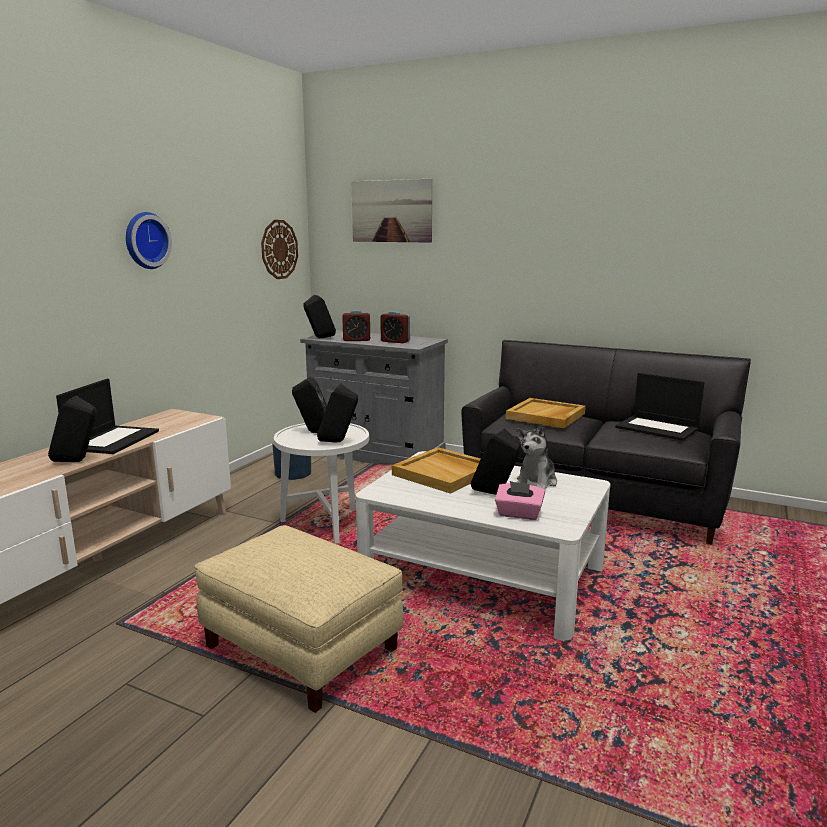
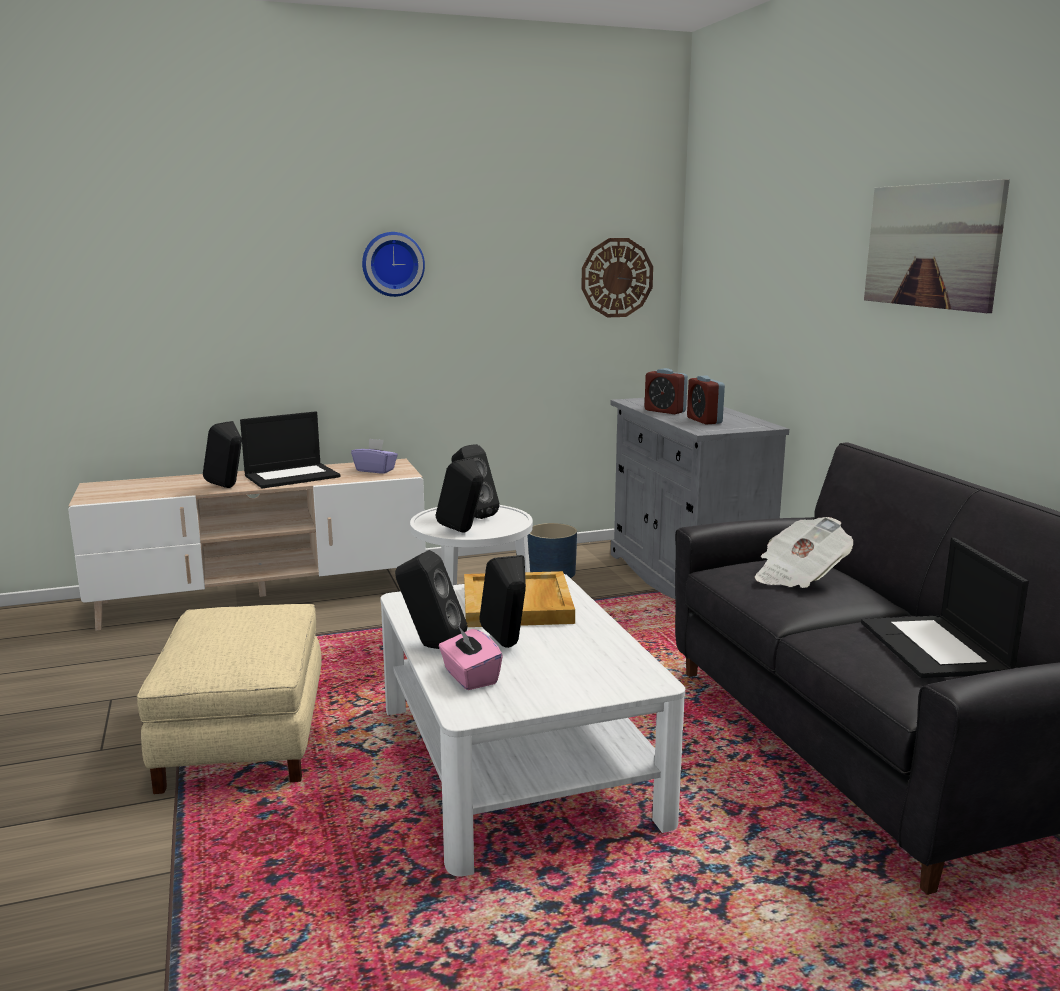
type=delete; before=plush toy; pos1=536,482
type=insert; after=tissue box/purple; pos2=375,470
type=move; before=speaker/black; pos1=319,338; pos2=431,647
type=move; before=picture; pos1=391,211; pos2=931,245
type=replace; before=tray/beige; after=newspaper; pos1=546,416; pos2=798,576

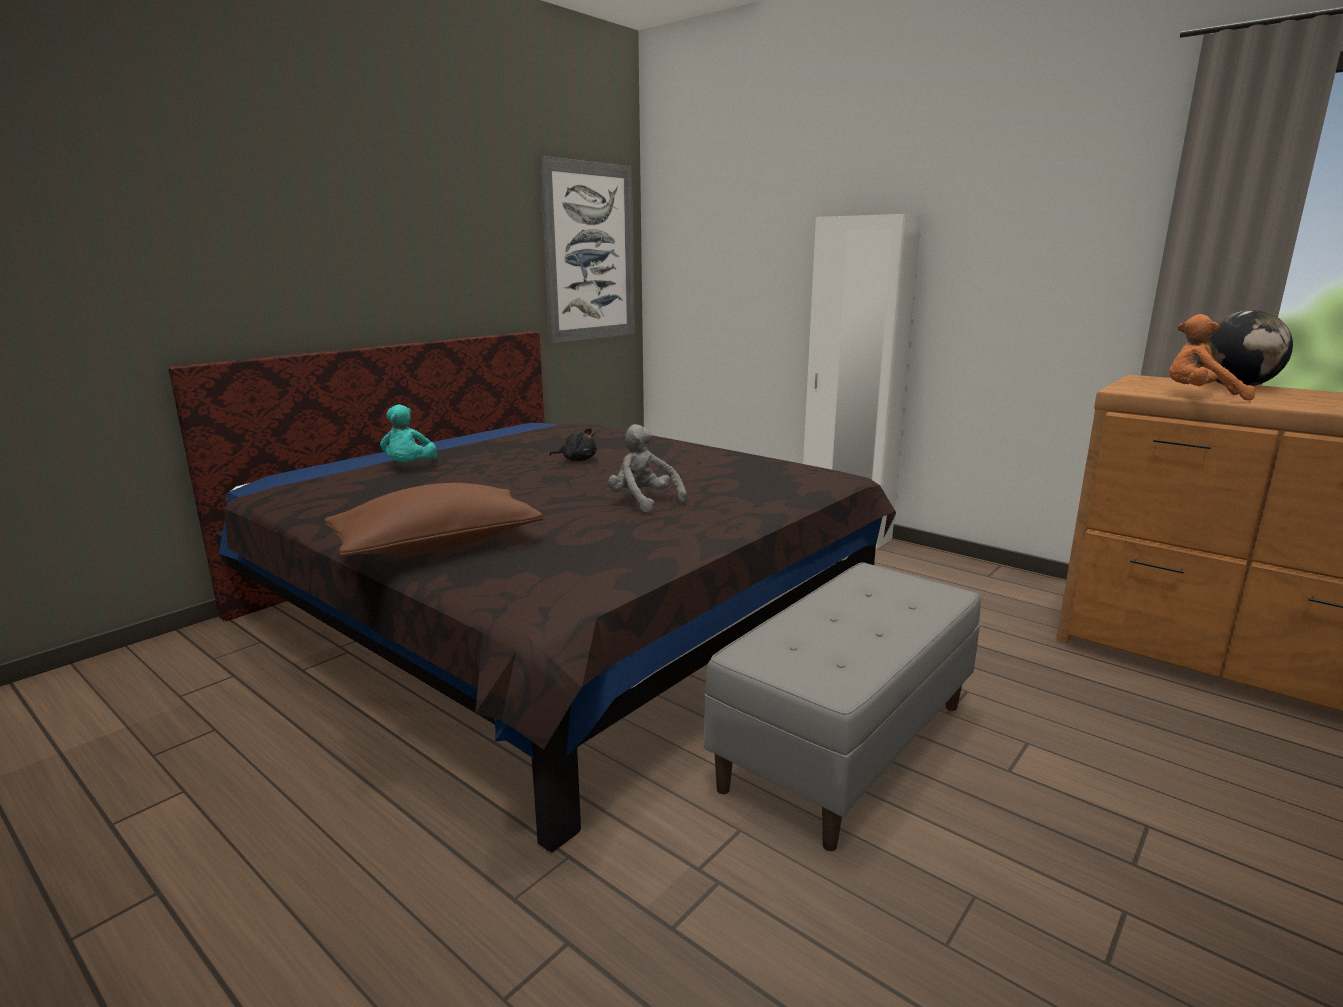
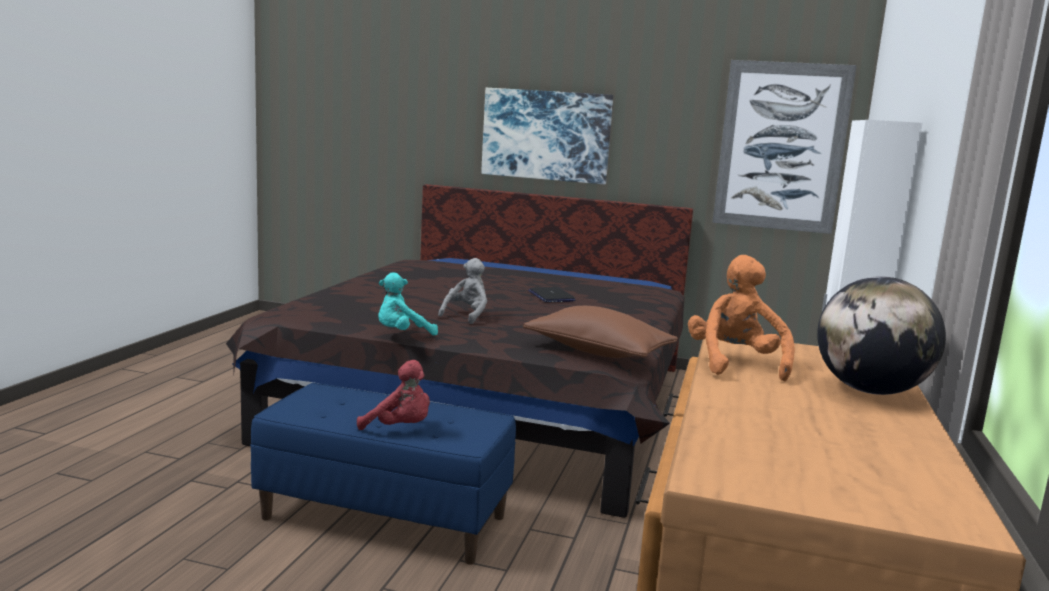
type=insert; after=plush toy/red; pos2=400,428
type=insert; after=picture; pos2=546,135
type=move; before=pillow/brown; pos1=437,546; pos2=598,352
type=move; before=plush toy/turquoise; pos1=409,467; pos2=402,334
type=replace; before=plush toy/black; after=laptop; pos1=577,460; pos2=551,296
type=recolor; before=bench/grey; after=bench/blue; pos1=845,744; pos2=386,517

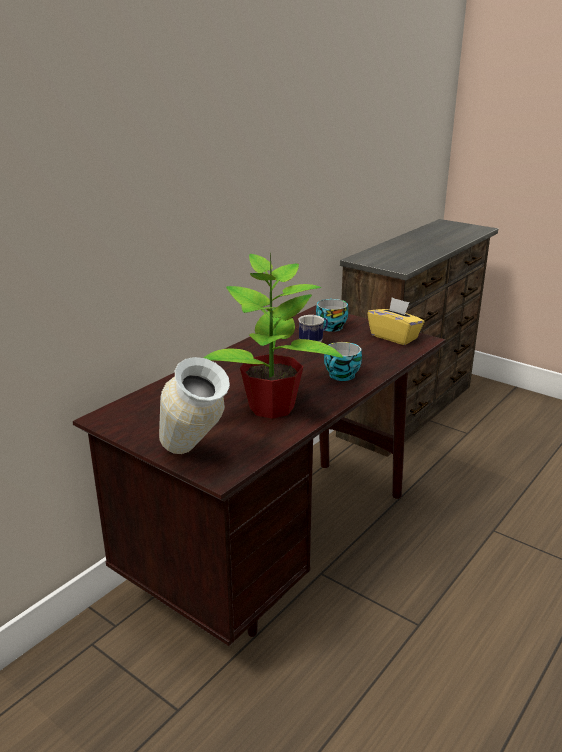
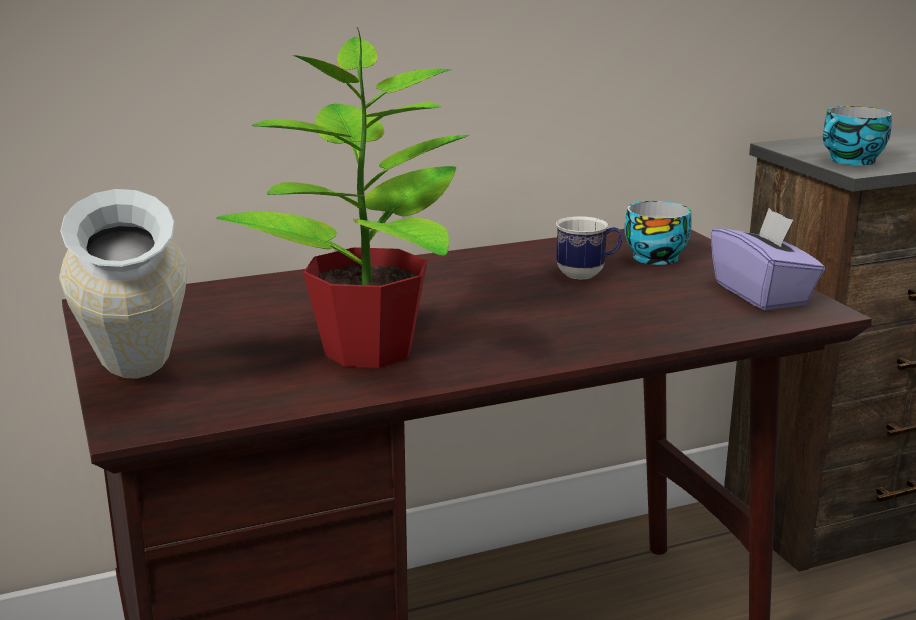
type=move; before=cup; pos1=342,376; pos2=851,161
type=recolor; before=tissue box/yellow; after=tissue box/purple; pos1=394,337; pos2=762,294

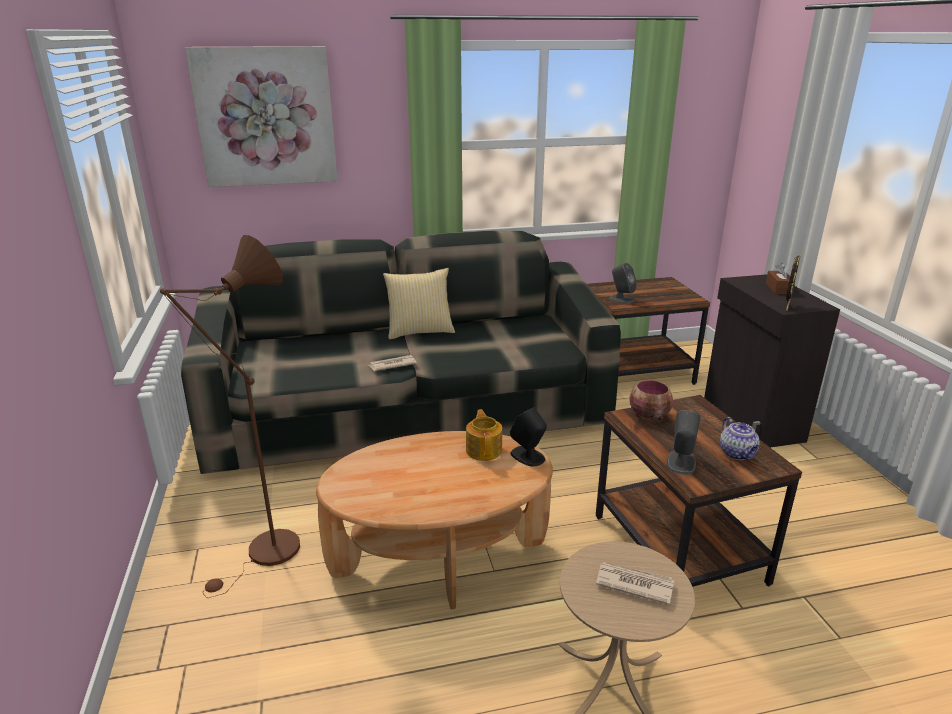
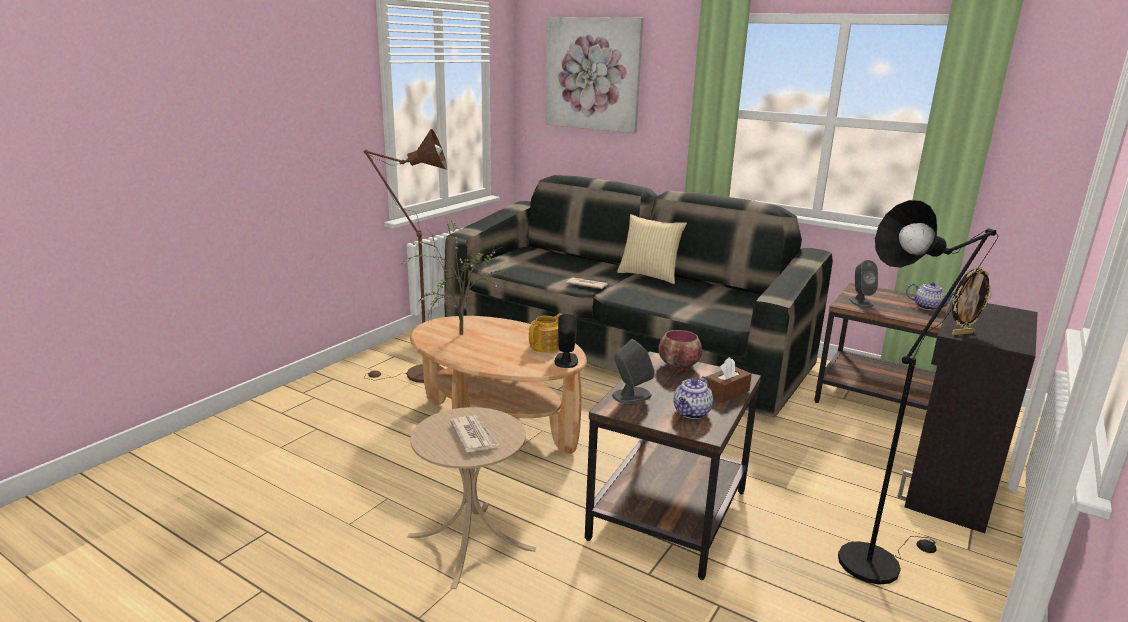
type=insert; after=potted plant; pos2=458,333
type=insert; after=floor lamp/black; pos2=875,559
type=insert; after=teapot; pos2=928,307
type=move; before=tissue box/brown; pos1=778,288; pos2=726,392

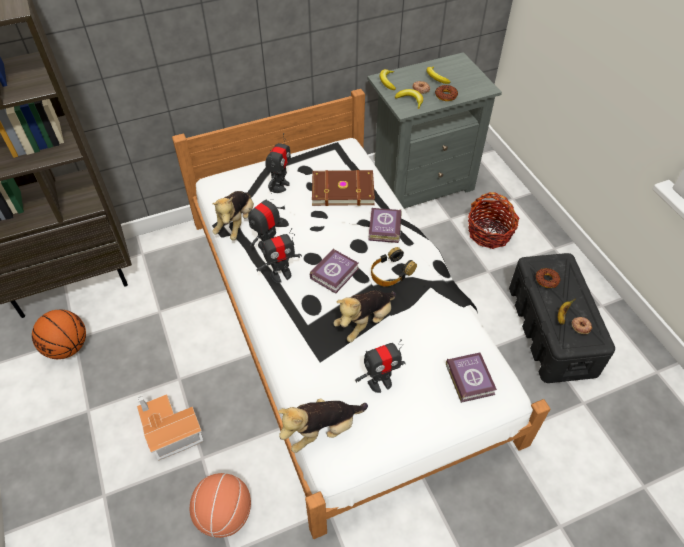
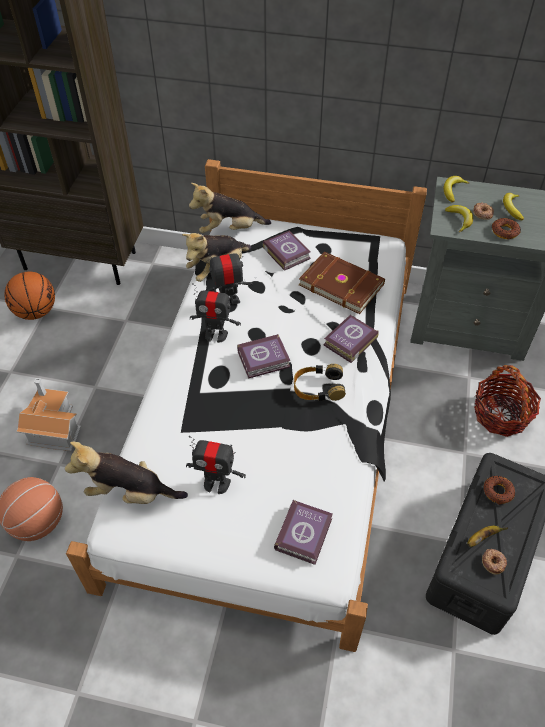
type=move; before=plush toy; pos1=365,322; pos2=229,229
type=replace; before=toy robot; after=book; pos1=280,185; pos2=286,252

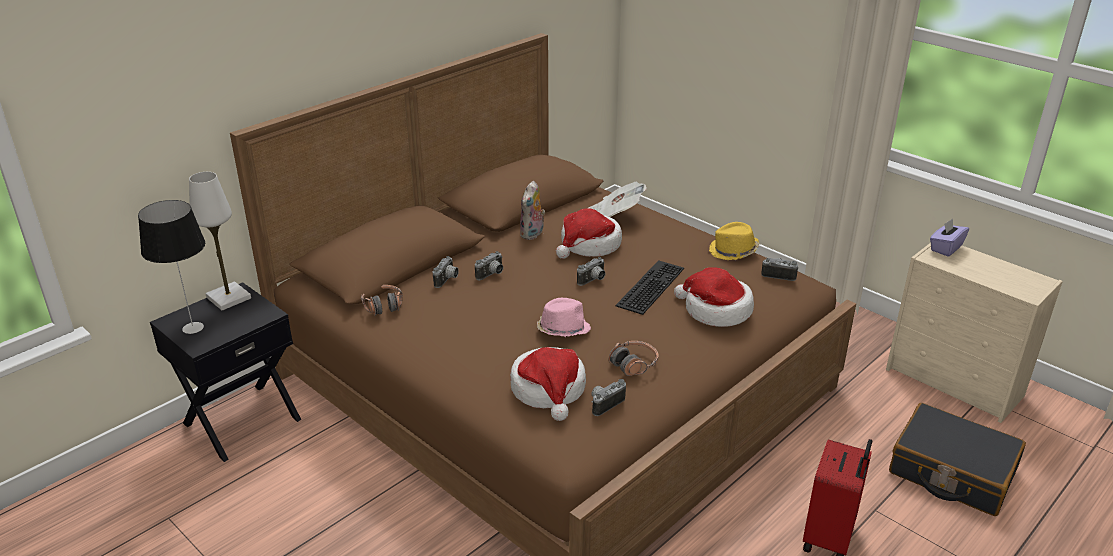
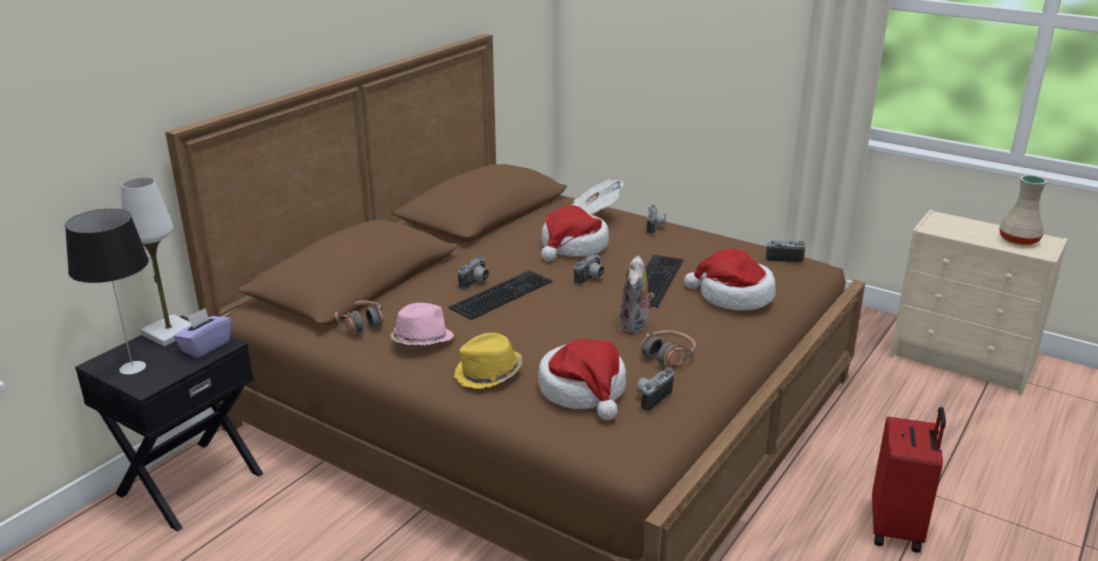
type=delete; before=suitcase/black; pos1=951,472
type=insert; after=keyboard; pos2=501,293
type=insert; after=vase/beige; pos2=1017,240
type=move; before=photo camera; pos1=447,280; pos2=656,228
type=move; before=plush toy; pos1=533,234; pos2=635,326
type=move; before=hat/pink; pos1=562,330; pos2=421,340
type=move; before=hat/yellow; pos1=733,251; pos2=488,374
type=move; before=tissue box/purple; pos1=945,248; pos2=205,347

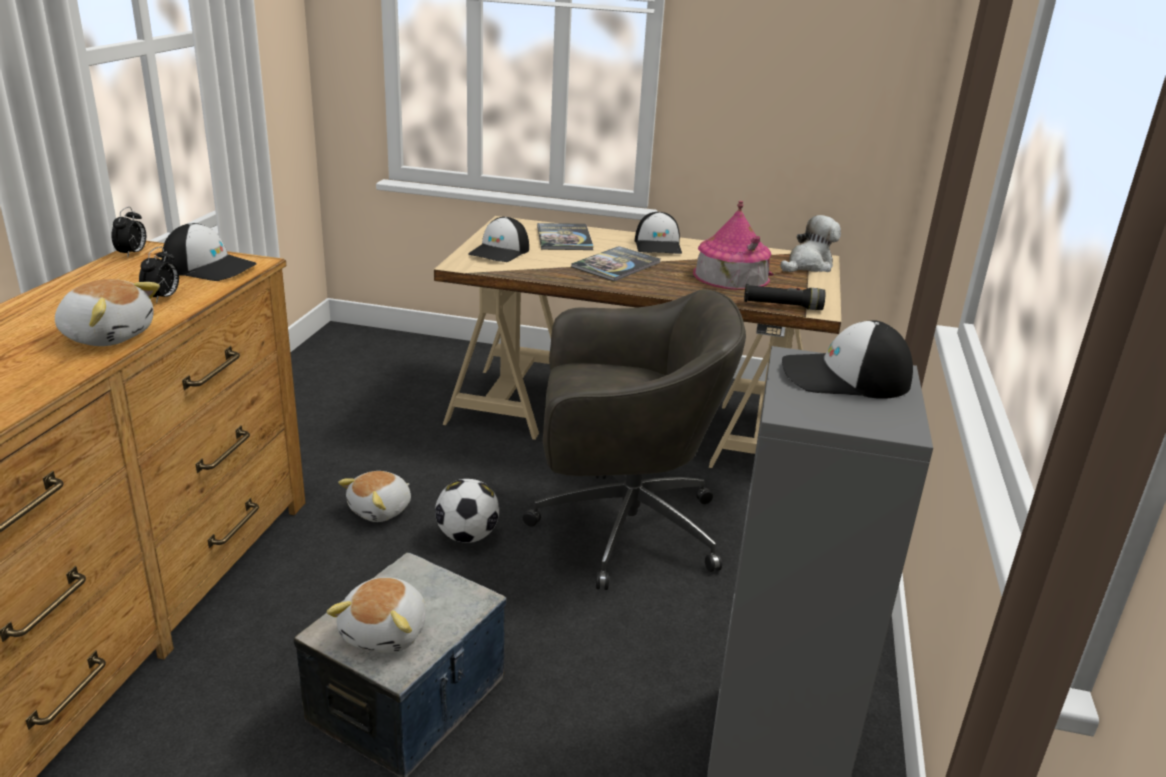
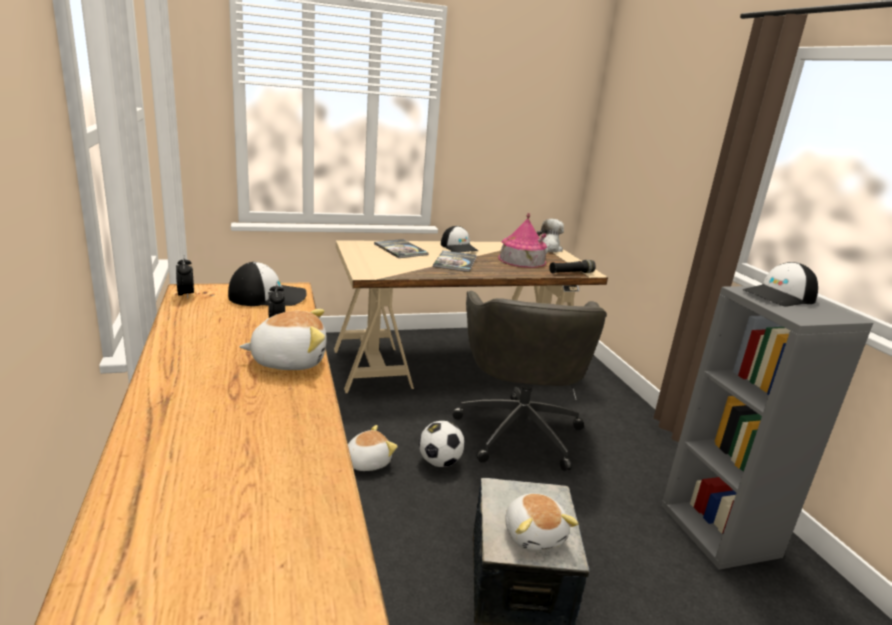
type=delete; before=cap; pos1=500,252
type=rotate; before=plush toy; pos1=381,510; pos2=366,462; turn=-135
type=rotate; before=office chair/grey; pos1=621,528; pos2=519,430; turn=120

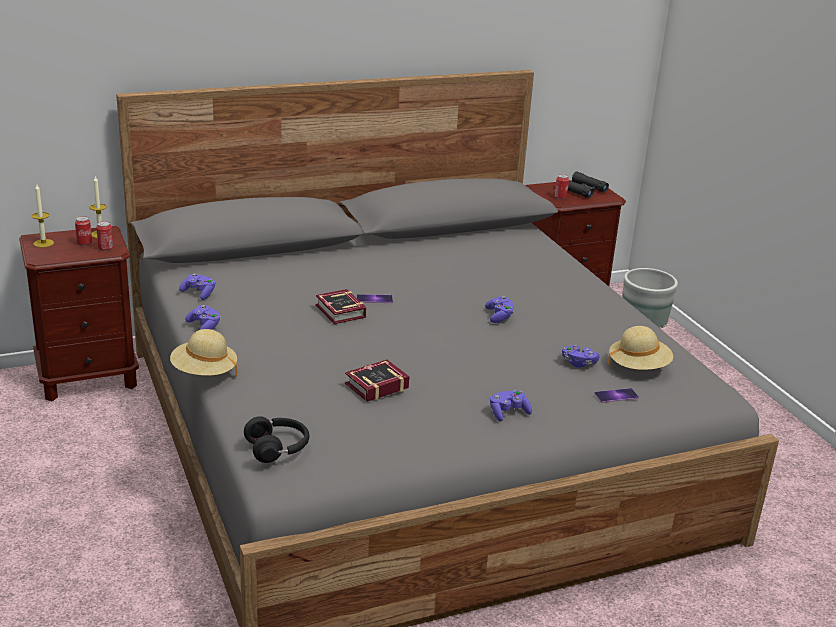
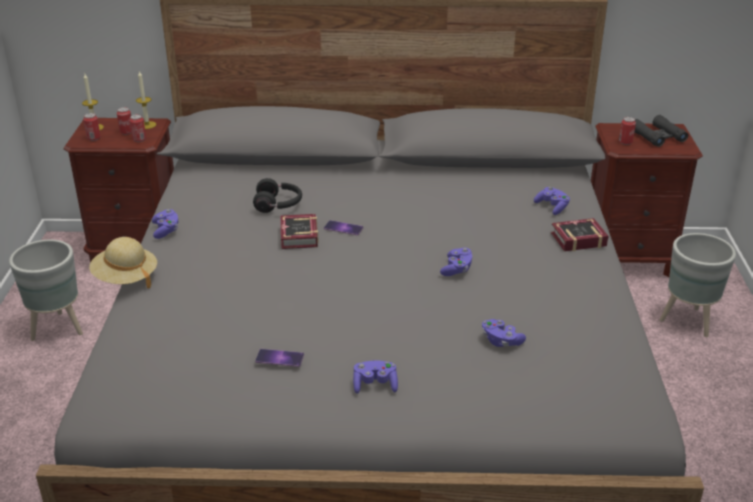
type=delete; before=hat/beige; pos1=638,367
type=insert; after=planter/grey; pos2=59,328
type=insert; after=can; pos2=93,138
type=move; before=game controller/purple; pos1=199,293; pos2=552,207
type=move; before=headphones/black; pos1=278,448; pos2=279,205
type=move; before=book; pos1=374,386; pos2=575,239
type=move; before=phone; pos1=616,395; pos2=279,358

